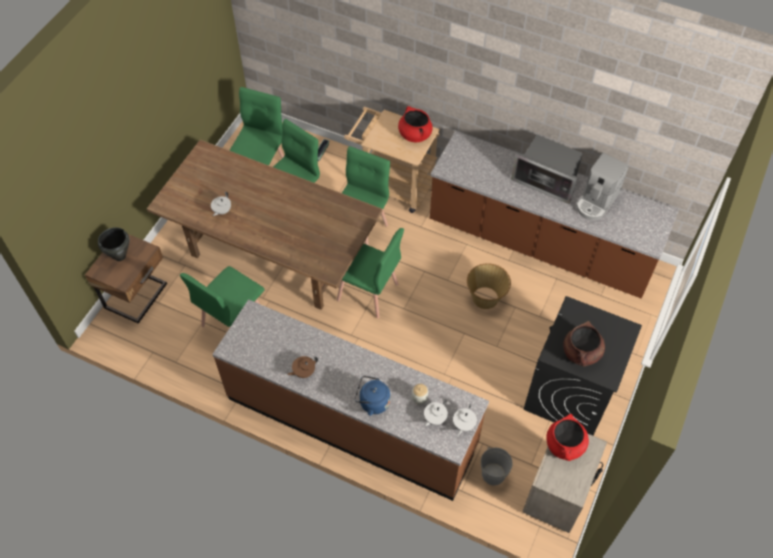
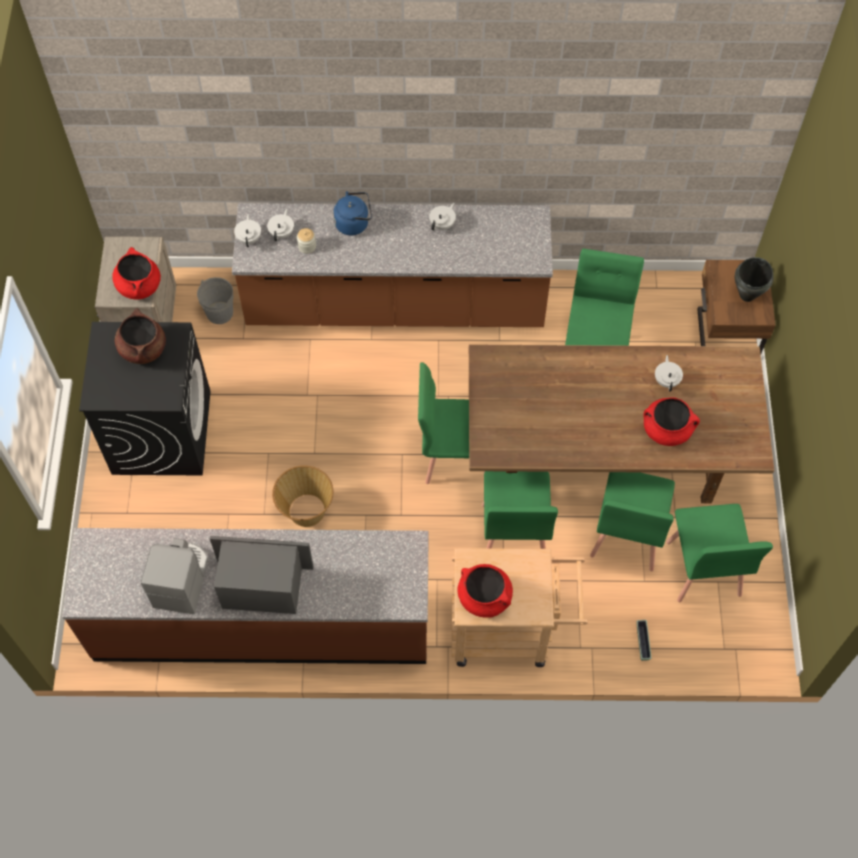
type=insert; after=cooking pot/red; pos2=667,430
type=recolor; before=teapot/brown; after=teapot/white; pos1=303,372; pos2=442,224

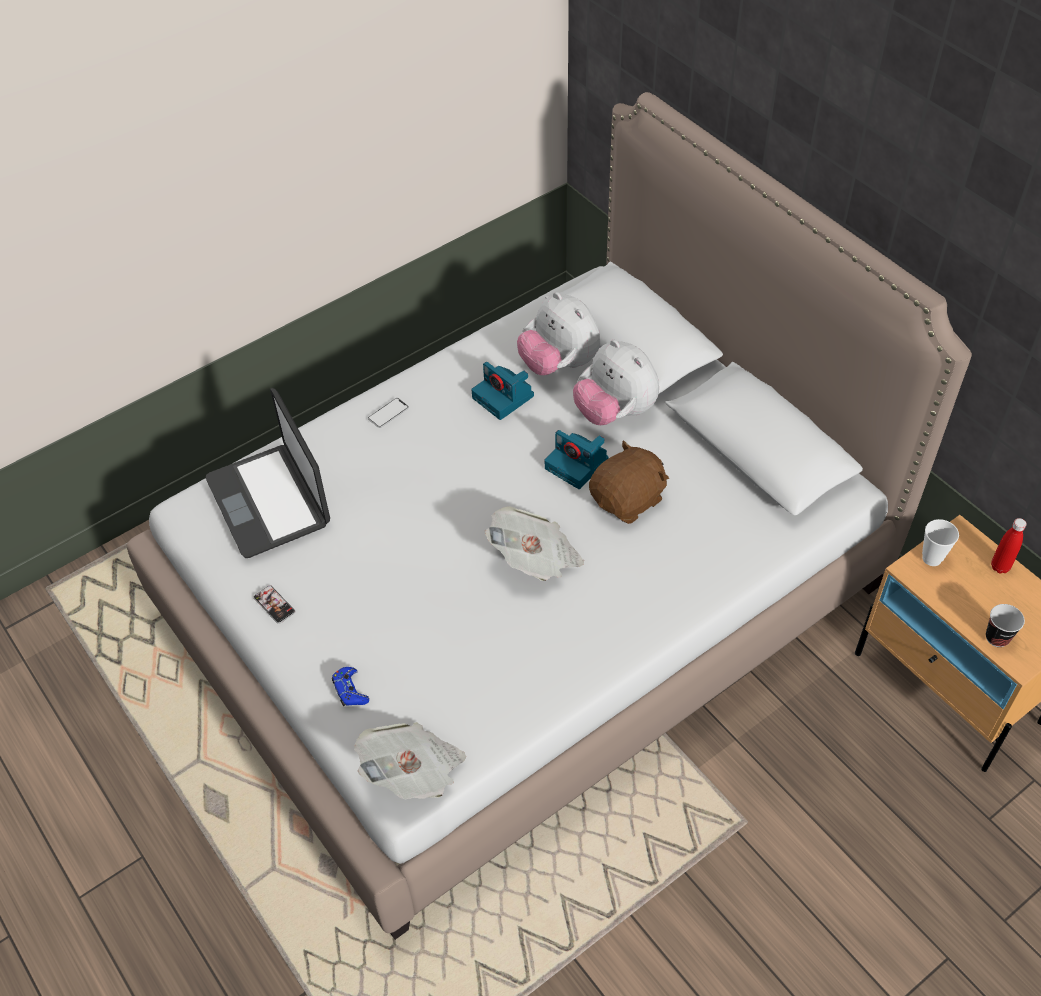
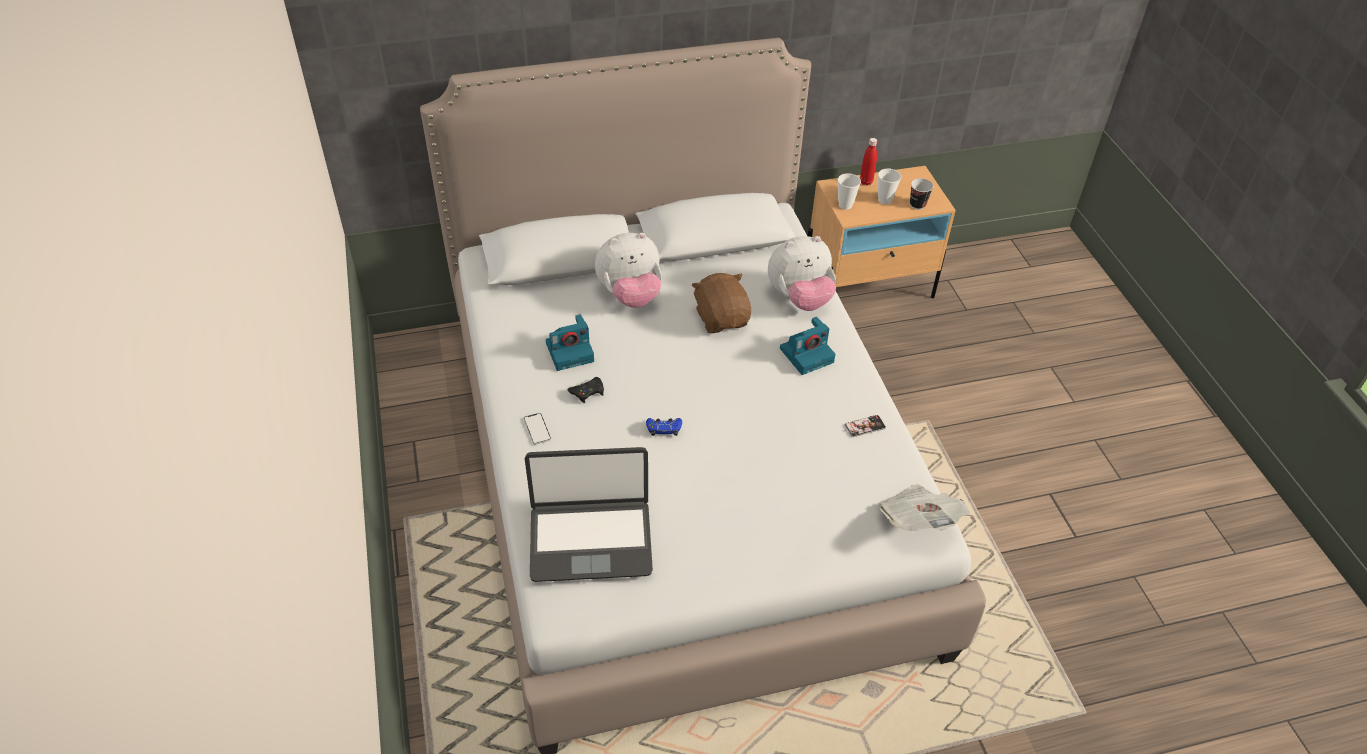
type=delete; before=newspaper; pos1=535,559
type=insert; after=game controller/black; pos2=587,392
type=insert; after=cup; pos2=884,200
type=move; before=phone; pos1=274,605; pos2=865,426
type=move; before=game controller/blue; pos1=350,690; pos2=664,429
type=move; before=plush toy; pos1=559,364; pos2=799,298
type=move; before=photo camera; pos1=578,464; pos2=807,354

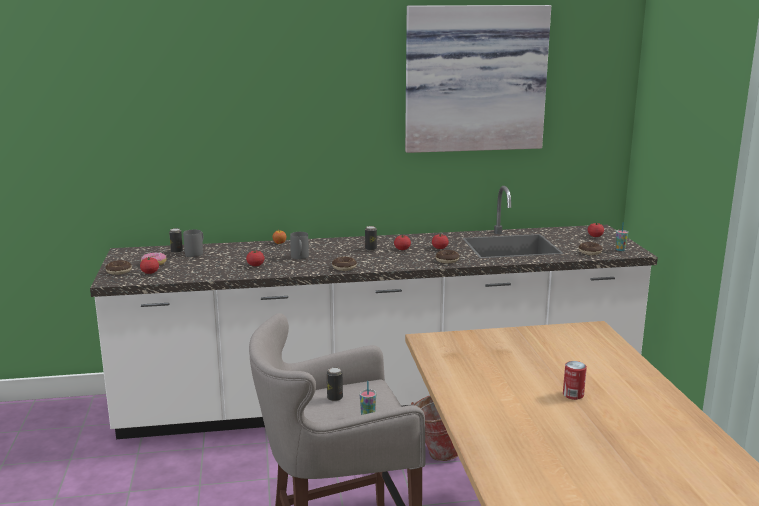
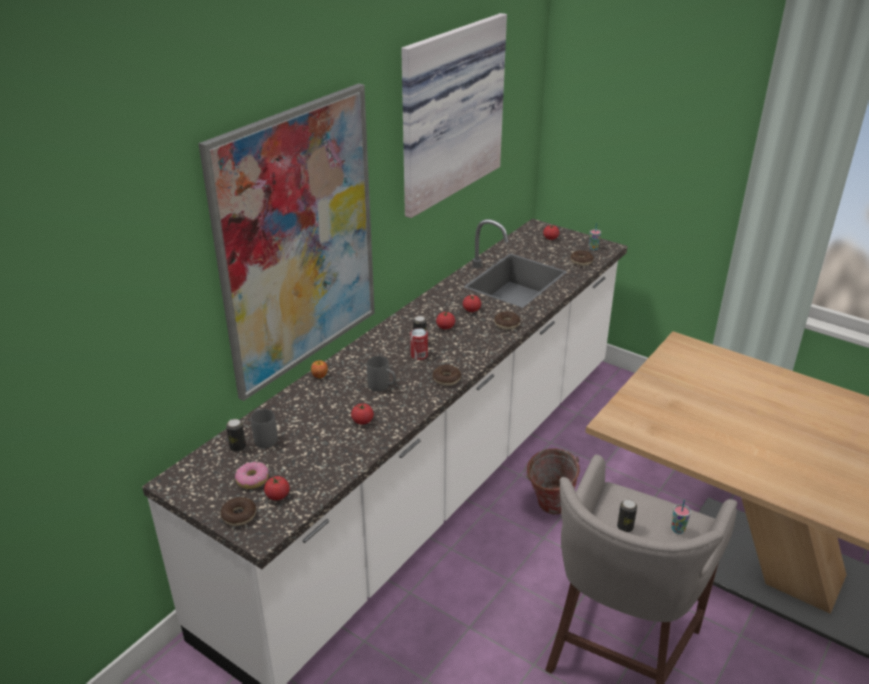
type=insert; after=picture; pos2=298,241
type=move; before=can; pos1=573,395; pos2=419,355

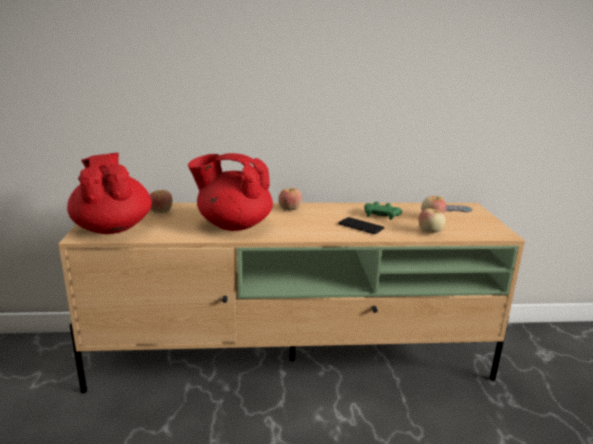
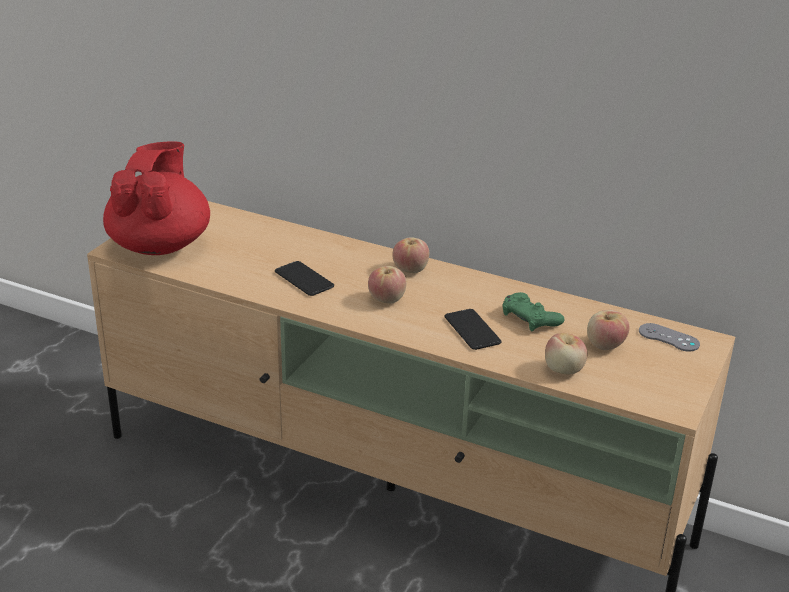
type=move; before=apple; pos1=160,211; pos2=386,299
type=replace; before=teapot/red; after=phone; pos1=233,225; pos2=304,279

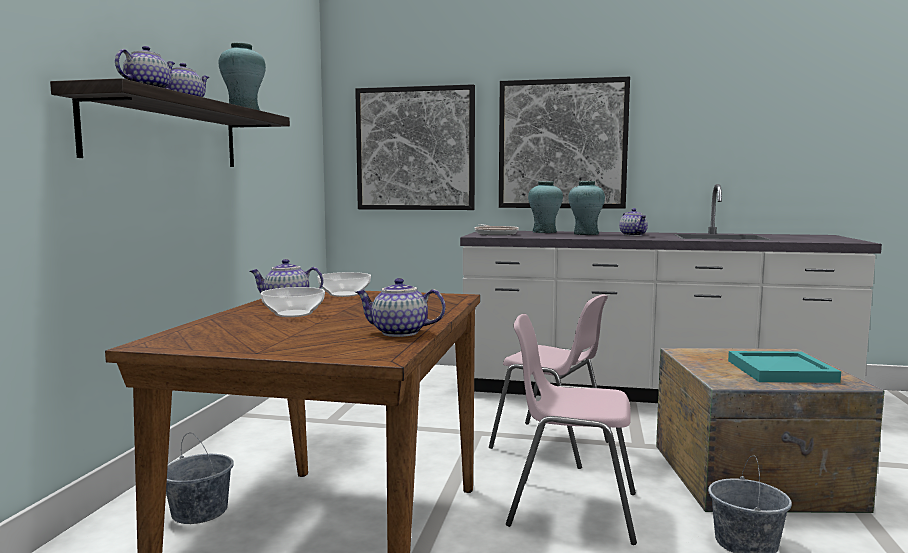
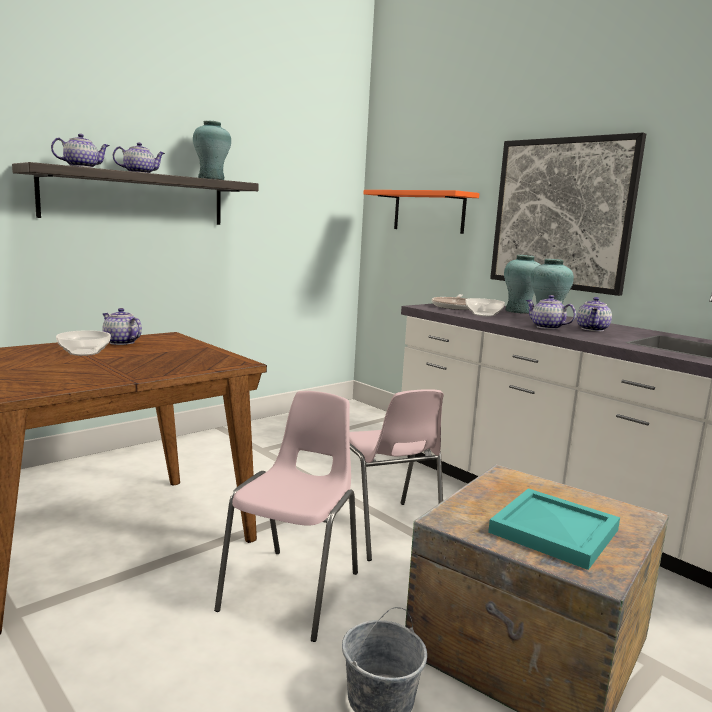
type=delete; before=bucket/grey; pos1=200,512
type=move; before=bowl; pos1=344,294; pos2=483,314
type=move; before=teapot; pos1=399,333; pos2=546,327
type=replace; before=picture; after=shelf/orange; pos1=415,149; pos2=429,212
type=rotate; before=chair/pink; pos1=571,509; pos2=293,591; turn=60

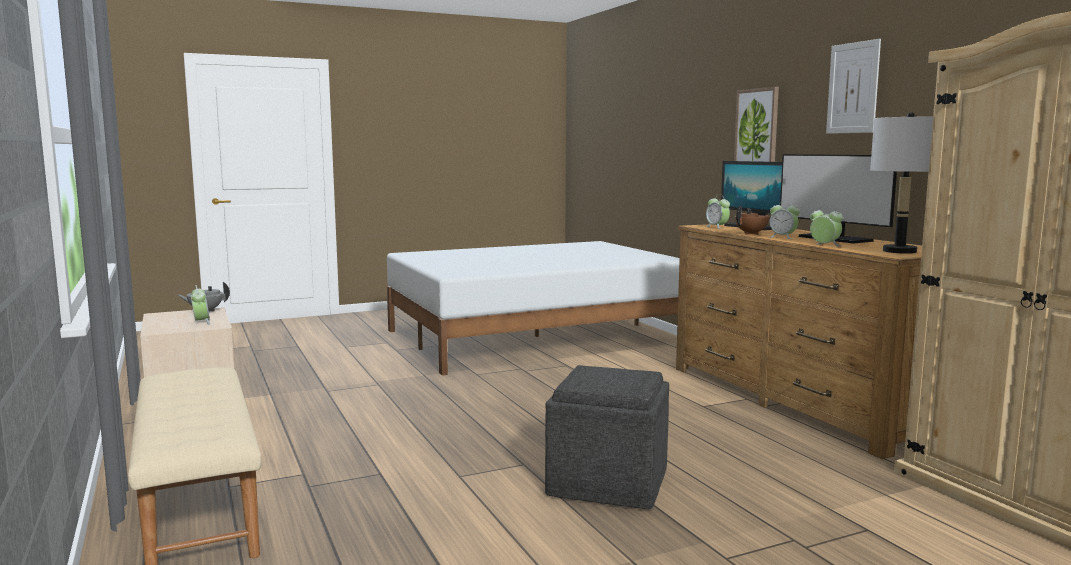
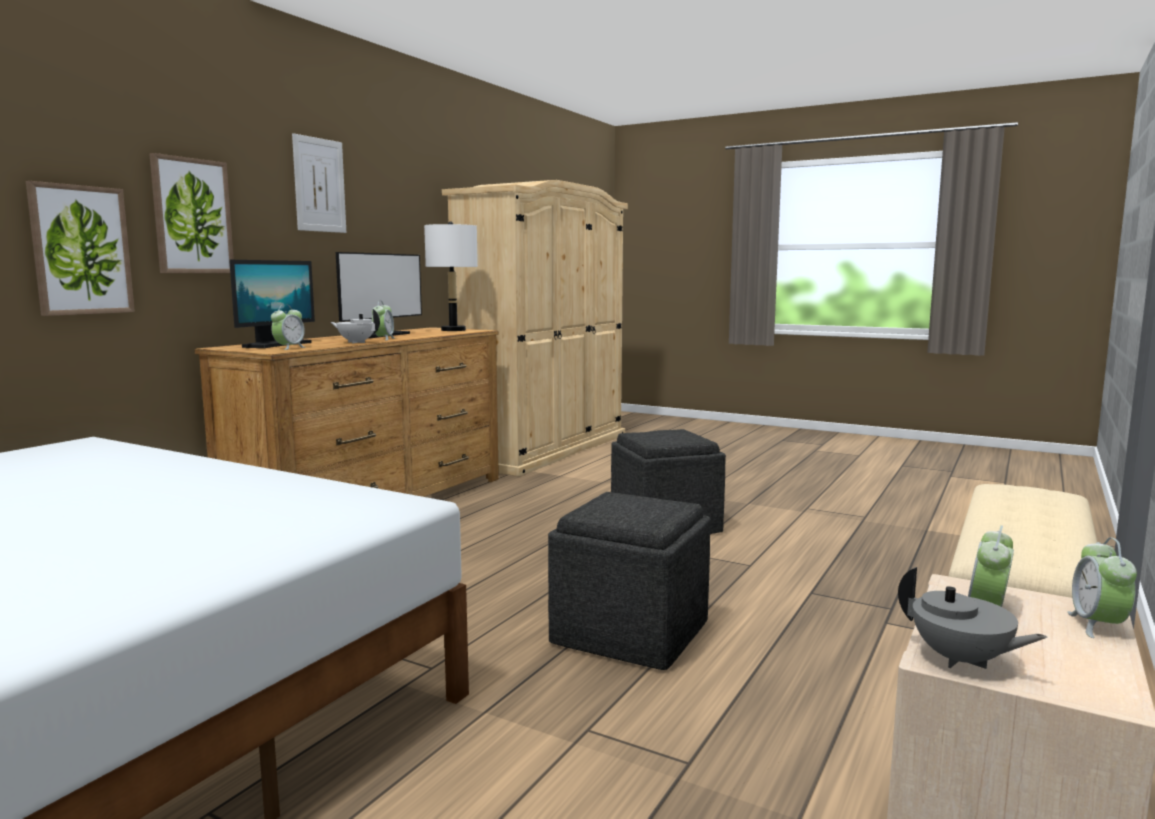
type=insert; after=picture; pos2=81,250
type=insert; after=ottoman/grey; pos2=629,632
type=move; before=alarm clock; pos1=824,245; pos2=1097,626
type=recolor; before=teapot/brown; after=teapot/white; pos1=751,233; pos2=356,342

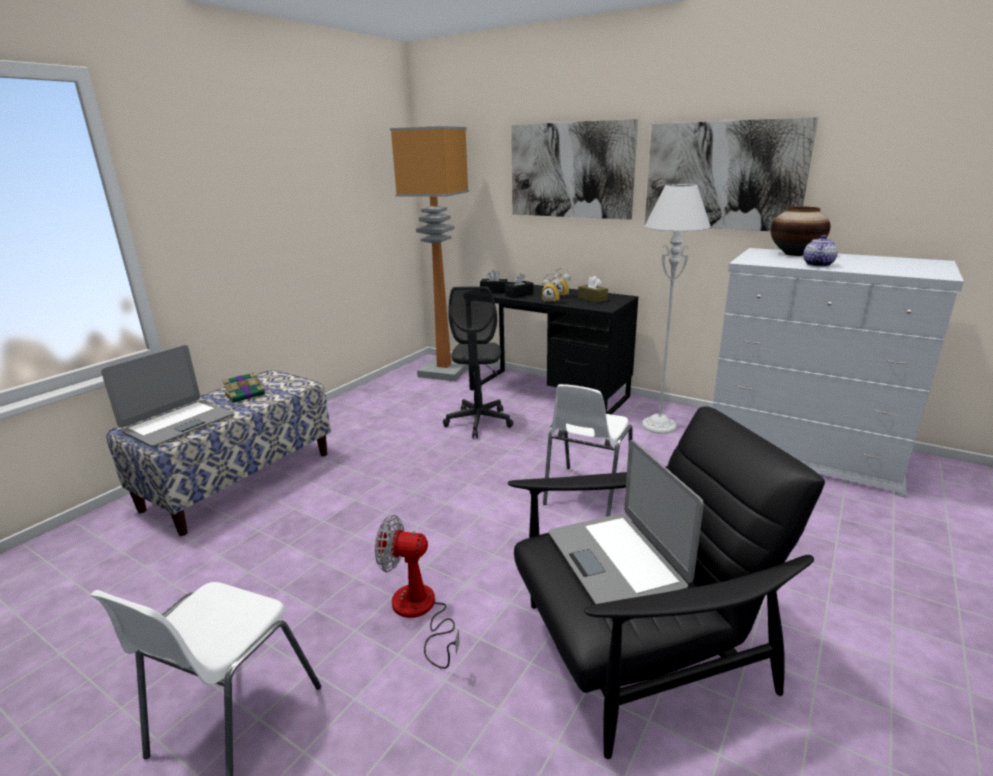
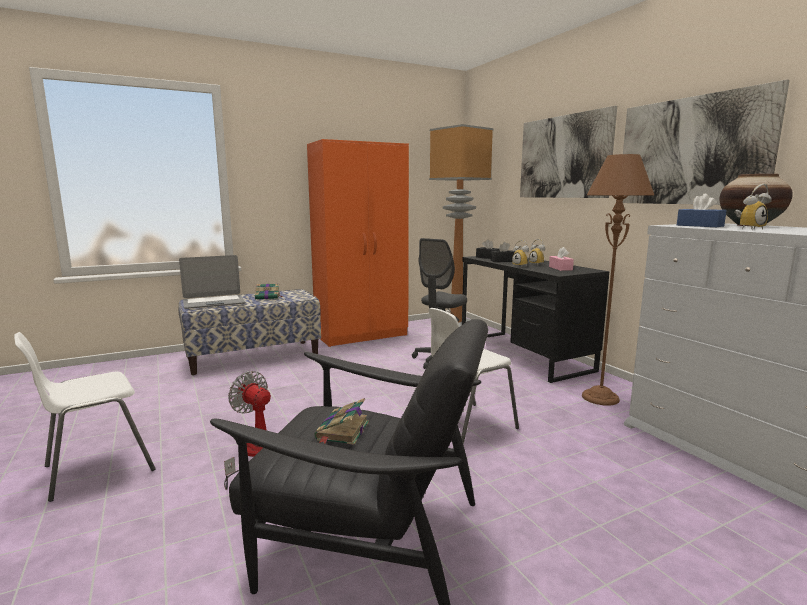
type=insert; after=wardrobe/orange; pos2=362,335
type=insert; after=tissue box/blue; pos2=699,226
type=replace; before=laptop; after=book; pos1=616,560; pos2=342,431
type=replace; before=teapot; after=alarm clock; pos1=817,264; pos2=748,229
type=recolor; before=tissue box/brown; after=tissue box/pink; pos1=592,299; pos2=560,268
type=recolor; before=floor lamp/grey; after=floor lamp/brown; pos1=659,425; pos2=600,397

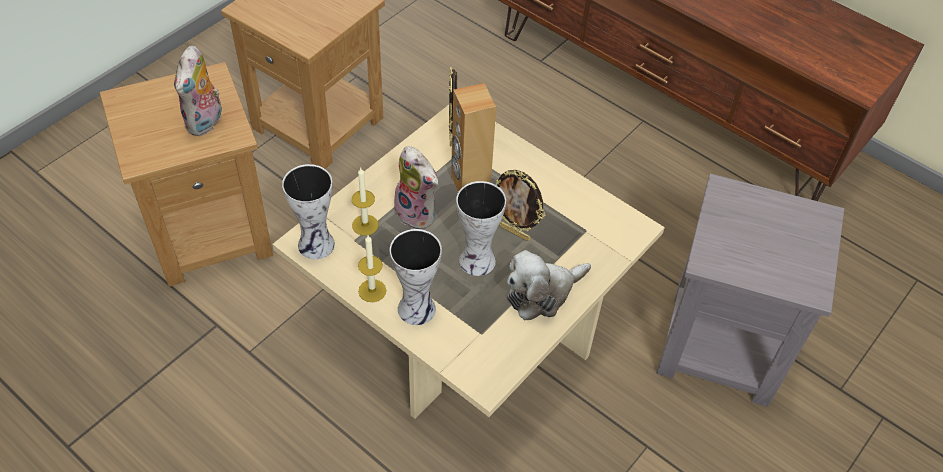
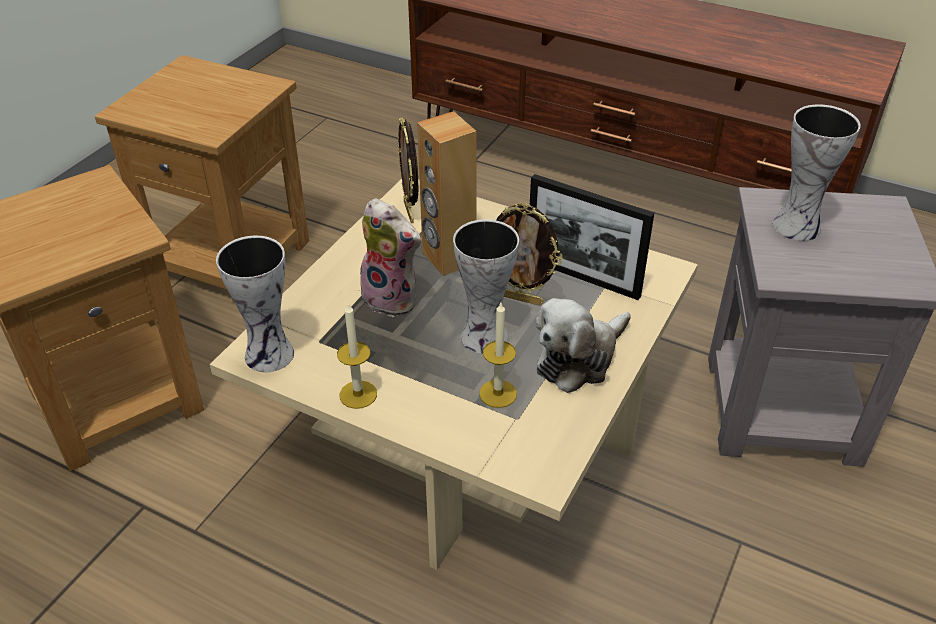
type=delete; before=plush toy; pos1=206,122
type=insert; after=picture frame; pos2=582,277
type=move; before=candle; pos1=365,225; pos2=498,393
type=move; before=vase; pos1=417,307; pos2=796,225

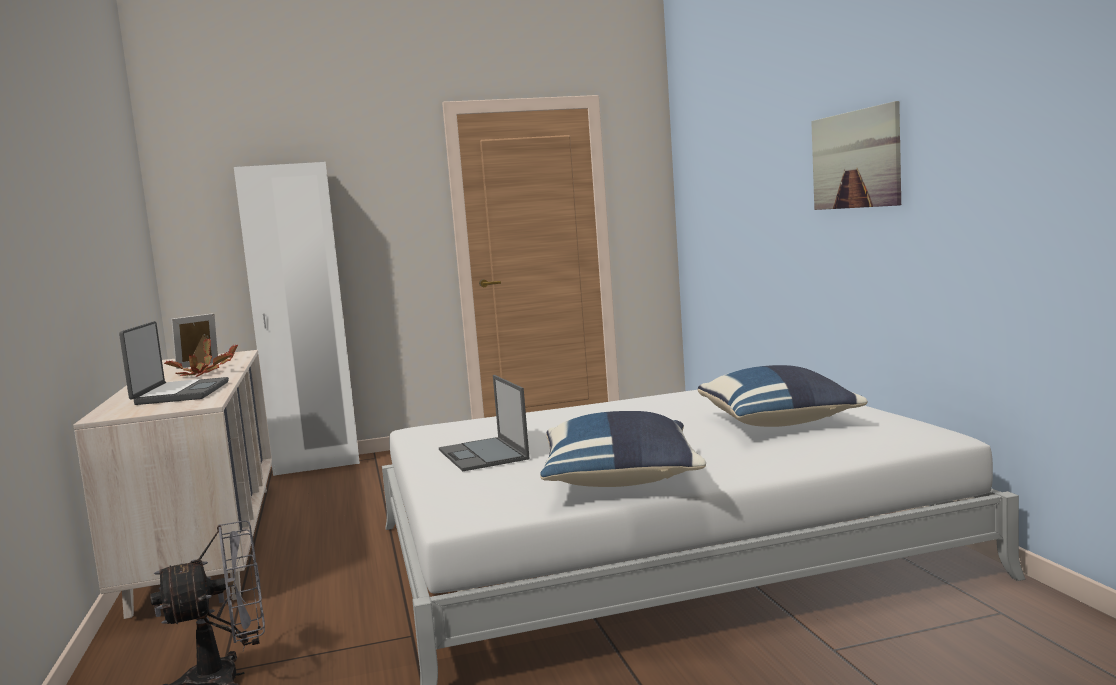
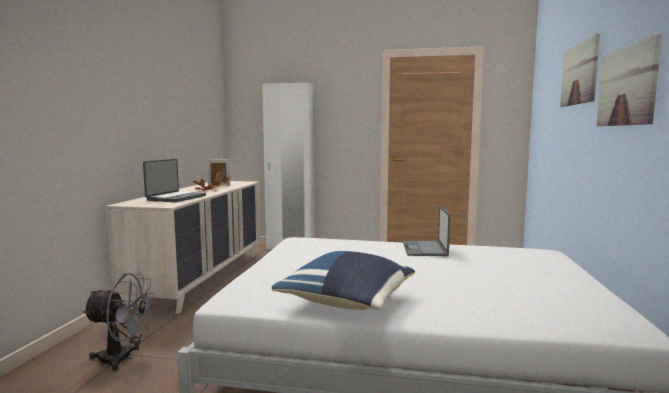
type=delete; before=pillow/blue; pos1=778,423
type=insert; after=picture; pos2=579,74
type=move; before=laptop; pos1=483,455; pos2=424,249

